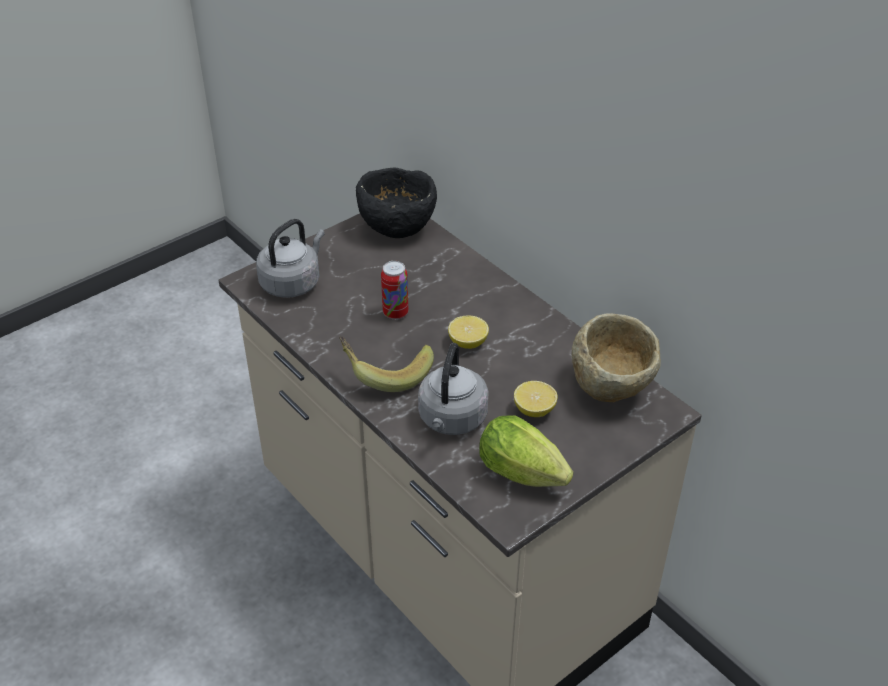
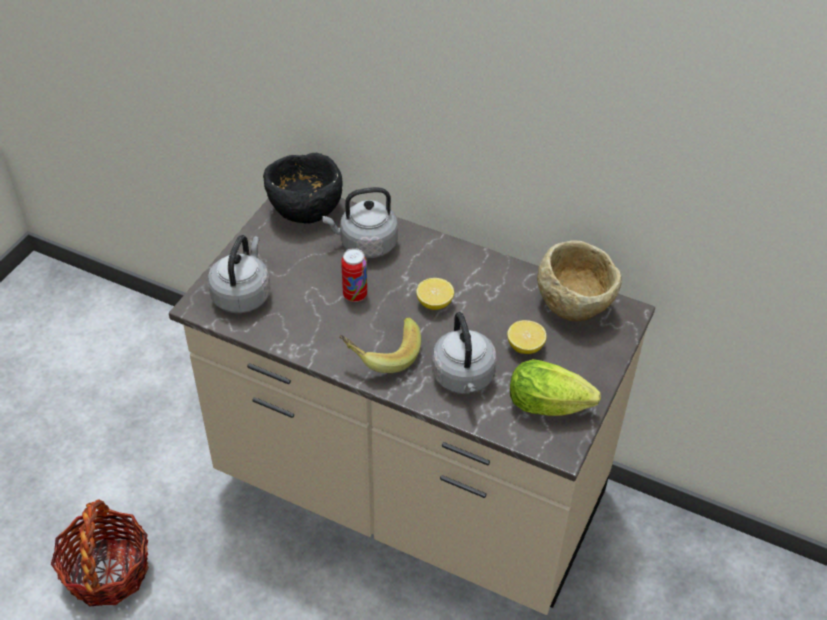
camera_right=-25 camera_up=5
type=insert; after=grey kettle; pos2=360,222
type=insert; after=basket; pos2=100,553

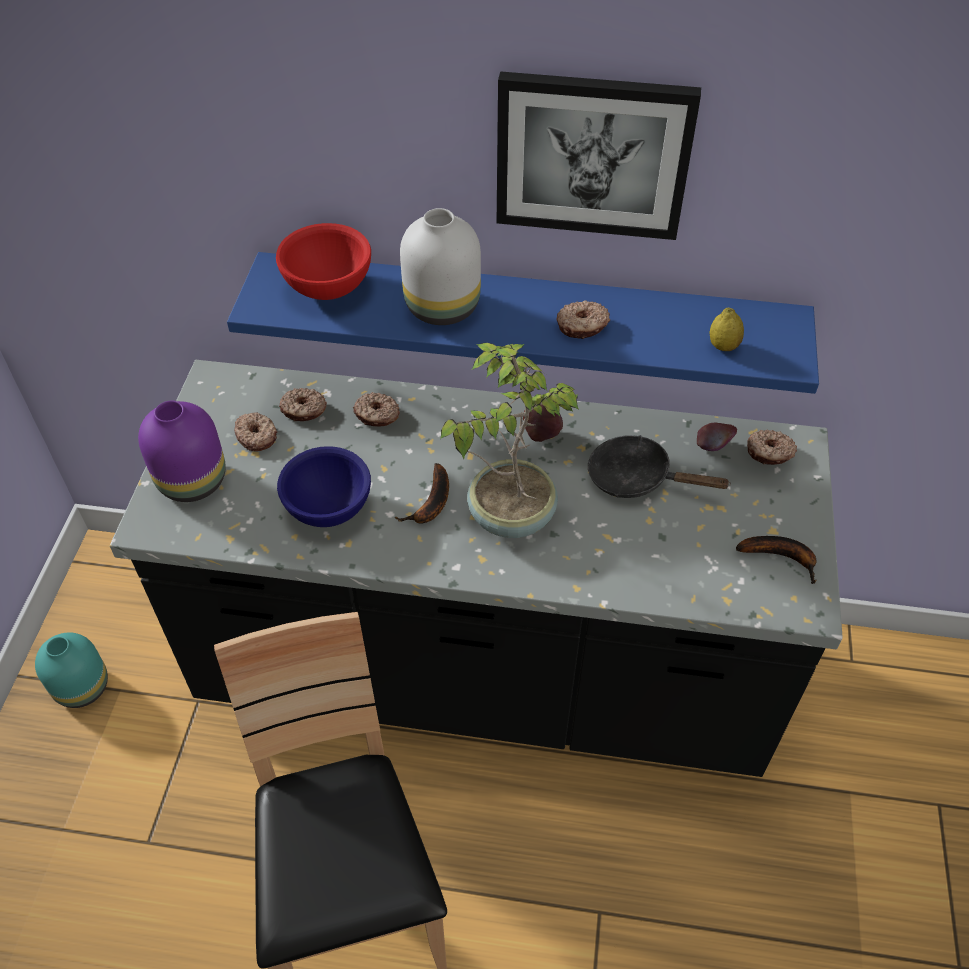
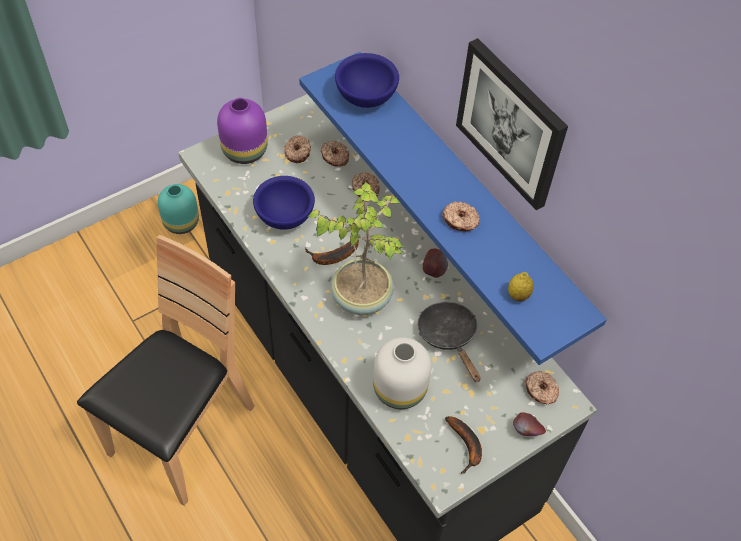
camera_right=45 camera_up=5
type=move; before=white vase; pos1=440,266; pos2=402,373
type=recolor; before=red bowl; after=blue bowl; pos1=323,261; pos2=367,80
type=move; before=apple; pos1=717,437; pos2=529,424

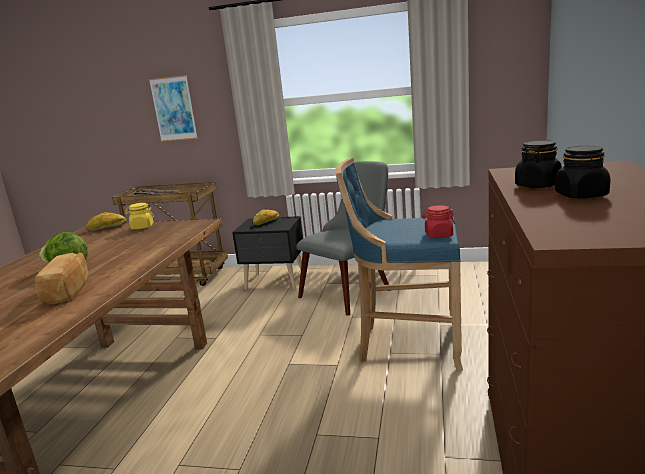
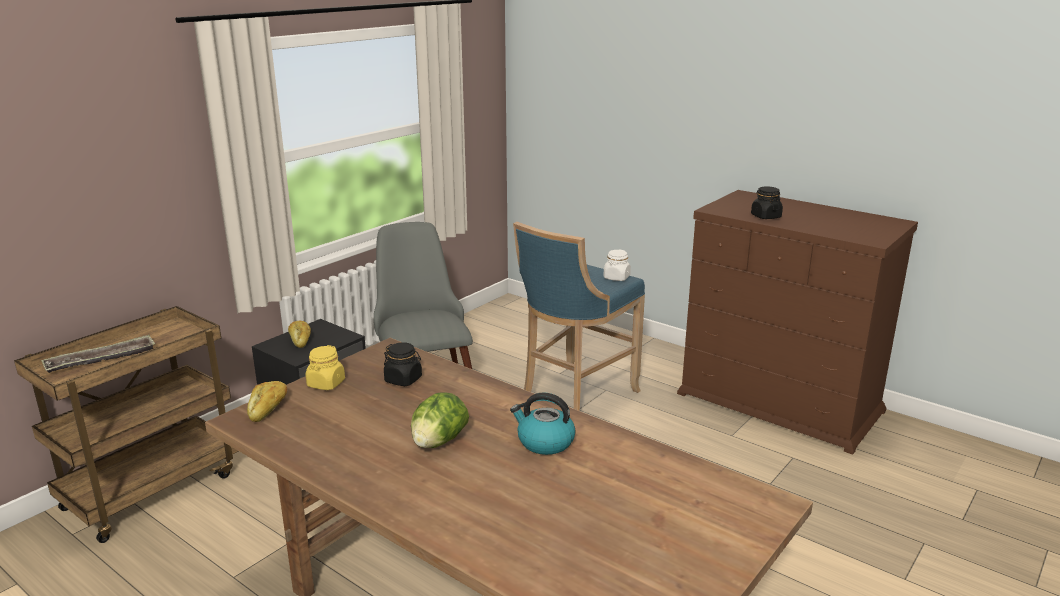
camera_right=-65 camera_up=5
type=delete; before=picture; pos1=173,108
type=move; before=black jar; pos1=582,172; pos2=403,364
type=recolor; before=red jar; after=white jar; pos1=438,221; pos2=617,265
type=replace; before=bread; after=kettle; pos1=61,279; pos2=542,423

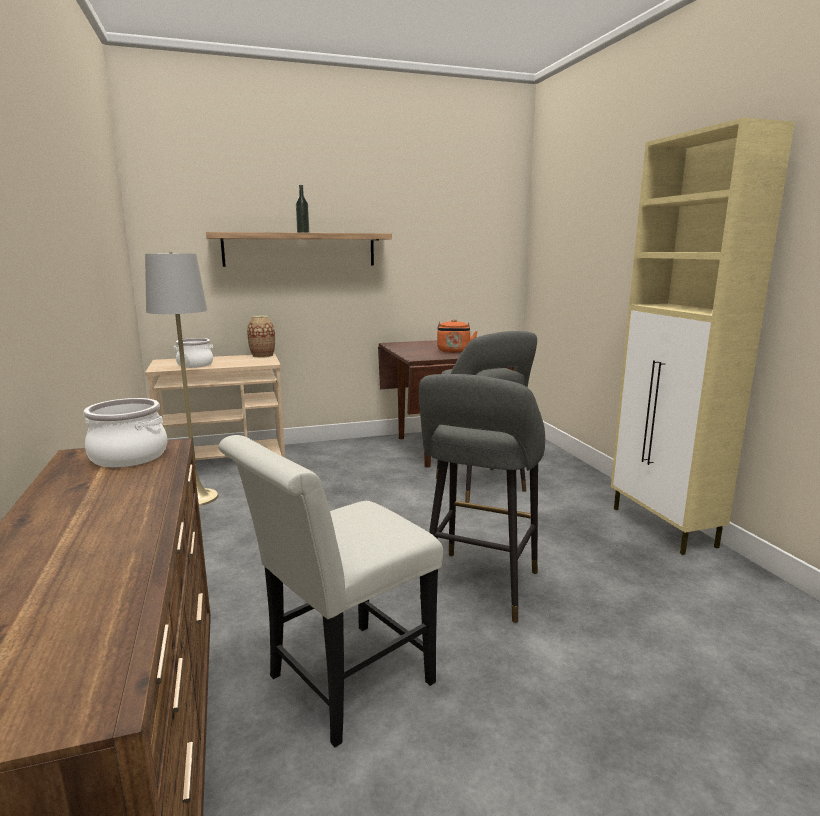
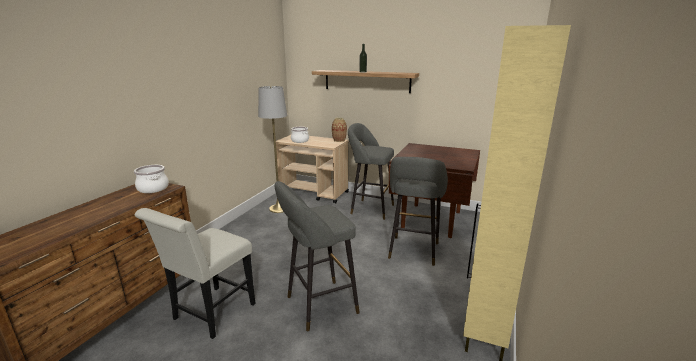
camera_right=40 camera_up=5
type=delete; before=orange kettle; pos1=457,336
type=rotate; before=white chair; pos1=330,591; pos2=195,273; turn=-60
type=insert; after=grey stool; pos2=371,171

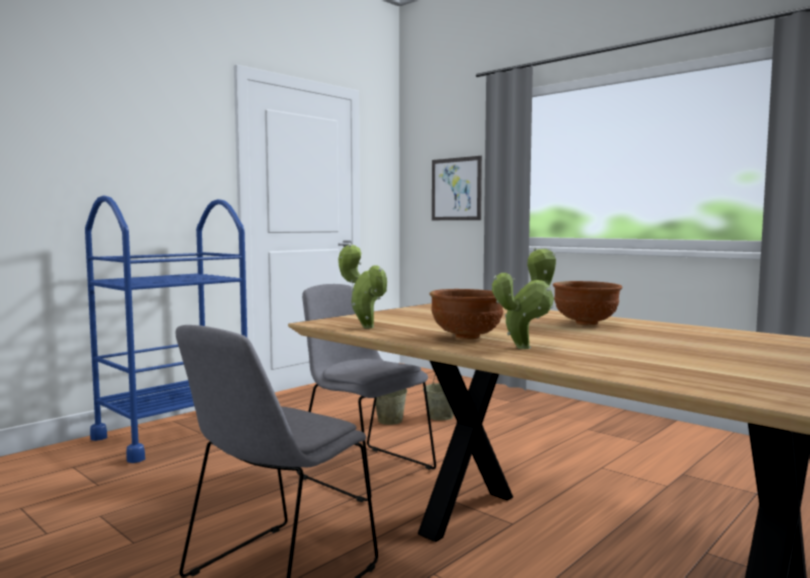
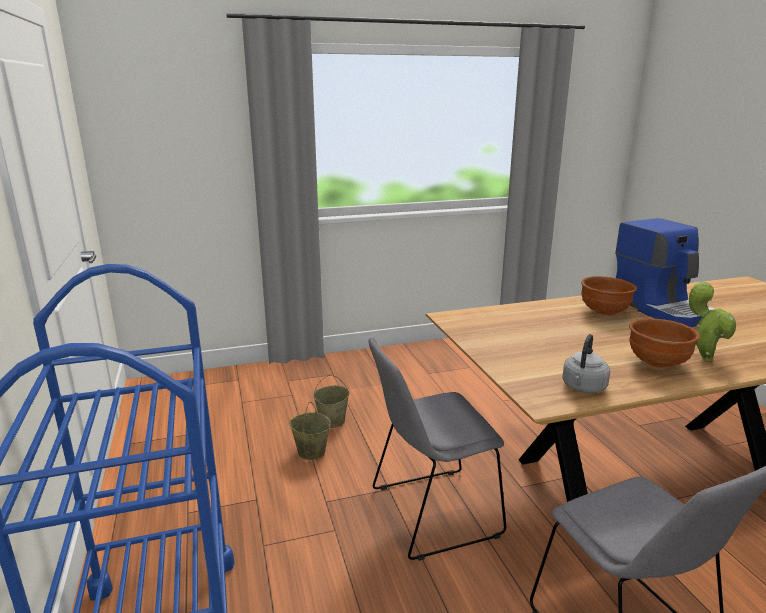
camera_right=-60 camera_up=15
type=delete; before=picture; pos1=457,188
type=replace; before=potted plant; after=grey kettle; pos1=362,286; pos2=586,363
type=insert; after=coffee machine; pos2=665,272

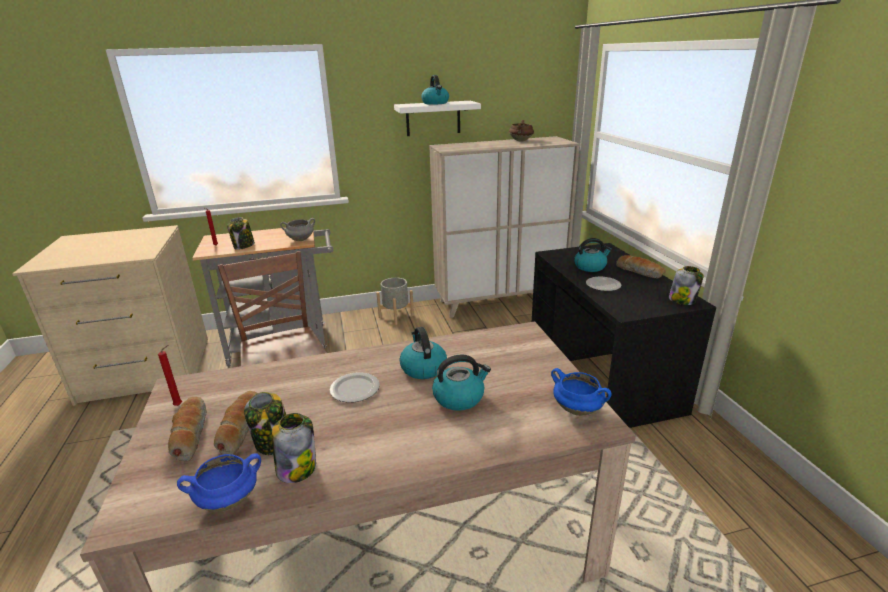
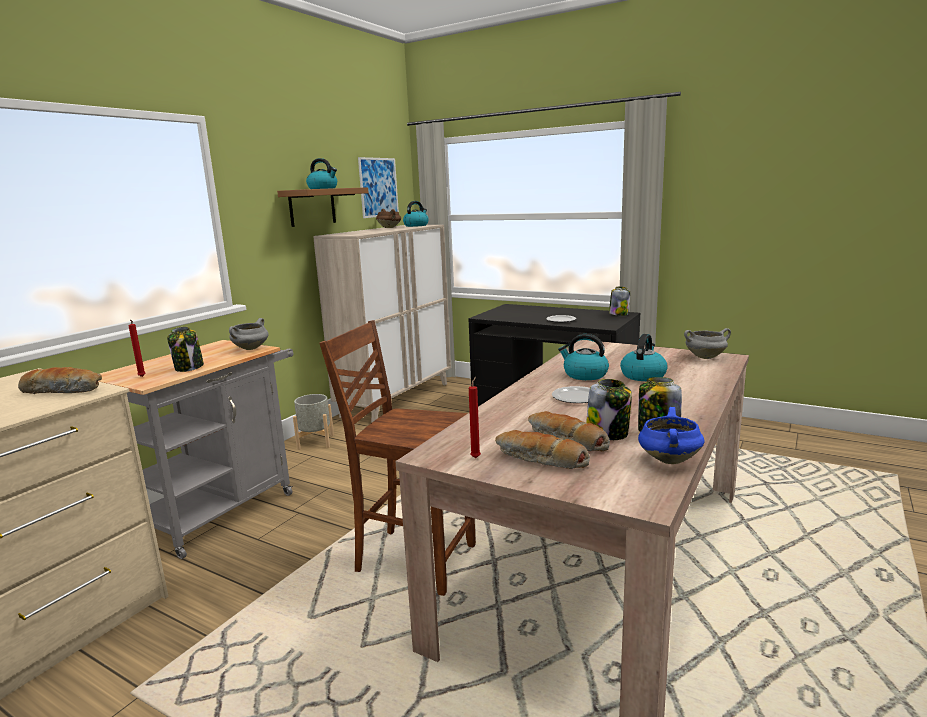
camera_right=-45 camera_up=-10
type=recolor; before=white shelf; after=brown shelf; pos1=437,118; pos2=323,207
type=move; before=kettle; pos1=593,255; pos2=416,214
type=move; before=bread; pos1=641,266; pos2=60,380
type=recolor; before=blue cooking pot; after=grey cooking pot; pos1=581,392; pos2=707,343
type=insert; after=picture; pos2=378,187

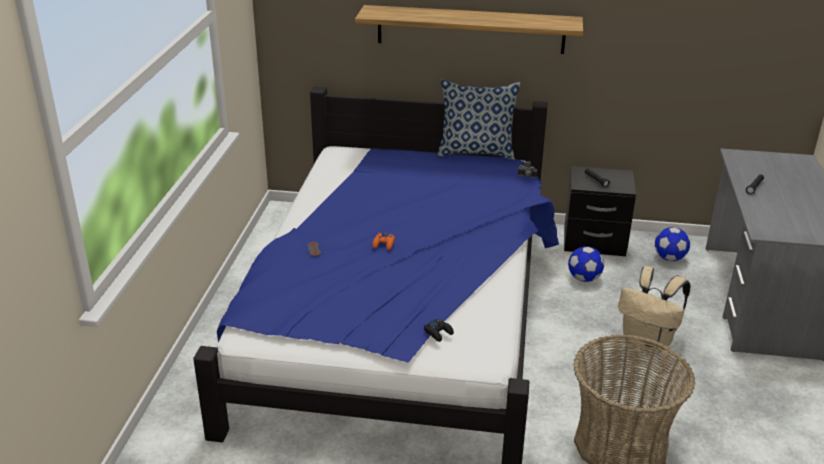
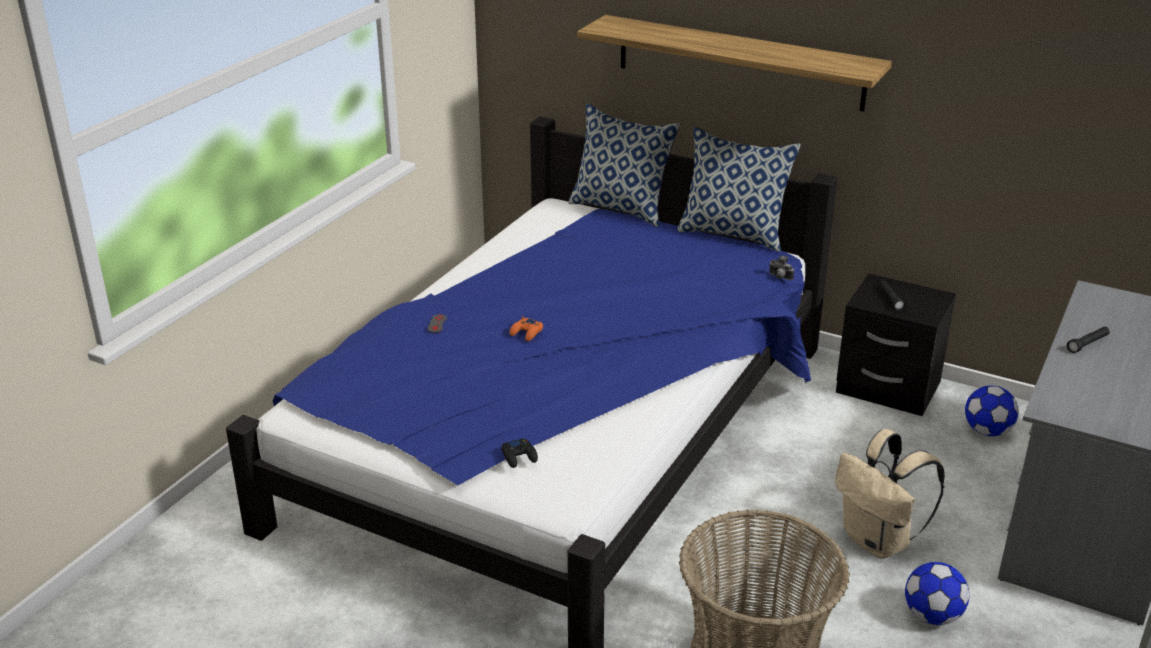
camera_right=20 camera_up=0
type=move; before=football; pos1=586,264; pos2=937,593
type=insert; after=pillow; pos2=624,165

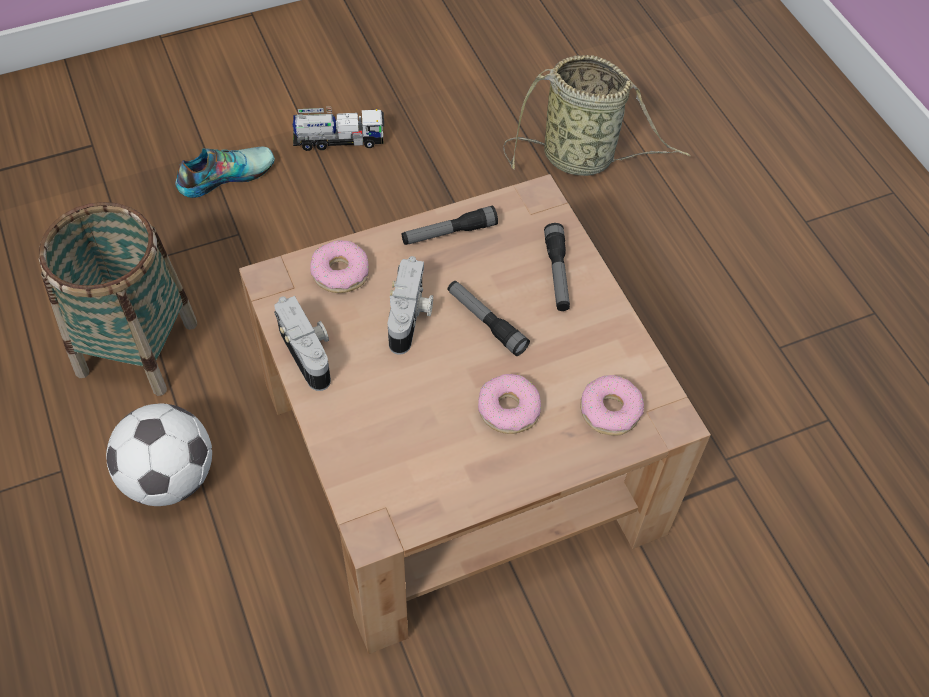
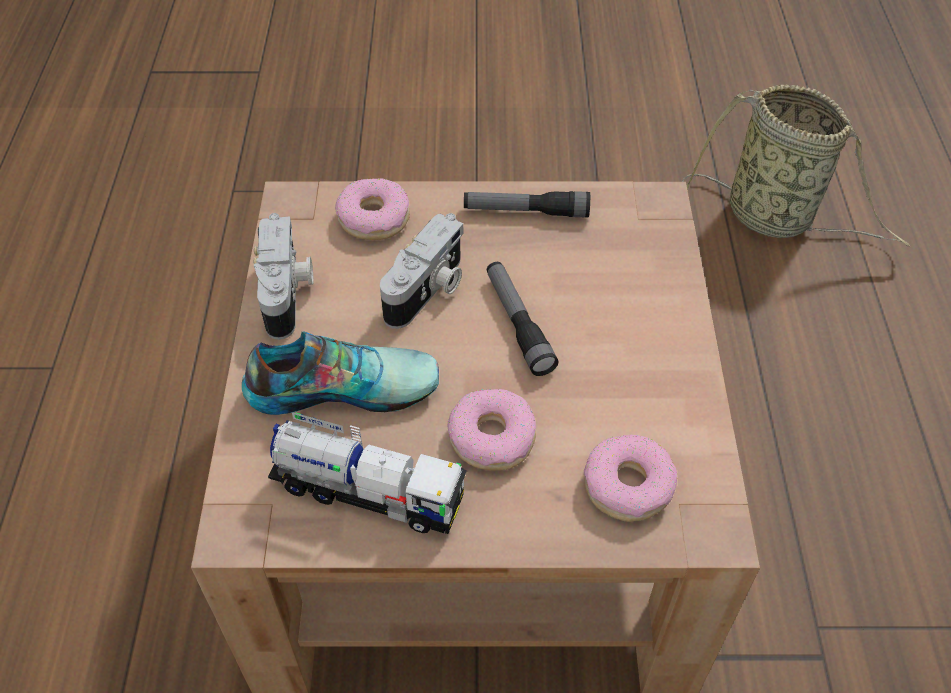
camera_right=25 camera_up=-5
type=move; before=toy truck; pos1=338,129; pos2=367,473
type=move; before=shoe; pos1=225,172; pos2=340,373
type=delete; before=basket; pos1=118,299
type=delete; before=flashlight; pos1=557,267
type=delete; before=football; pos1=159,455

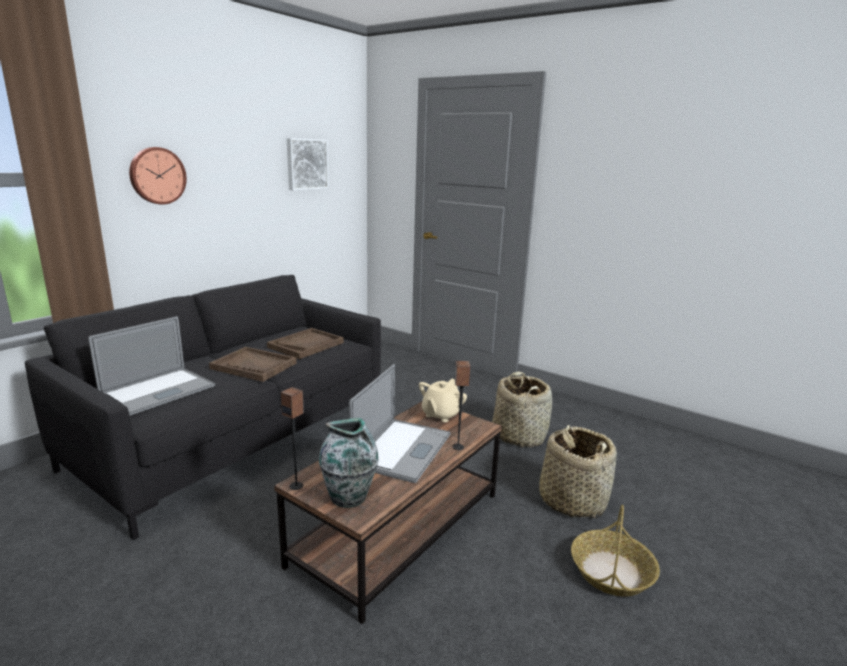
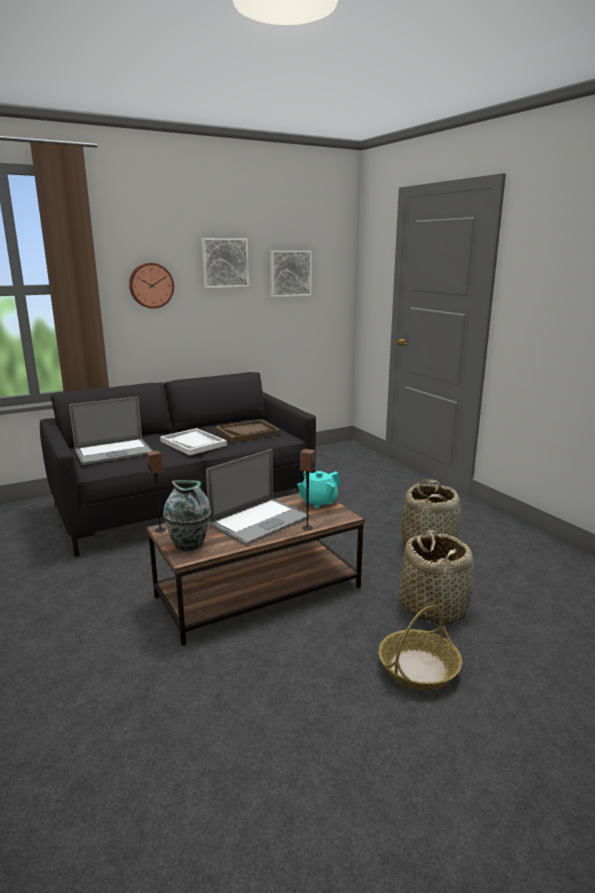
camera_right=25 camera_up=0
type=recolor; before=brown tray; after=white tray; pos1=253,364; pos2=193,441
type=recolor; before=beige teapot; after=turquoise teapot; pos1=443,400; pos2=319,489
type=insert; after=picture; pos2=225,263

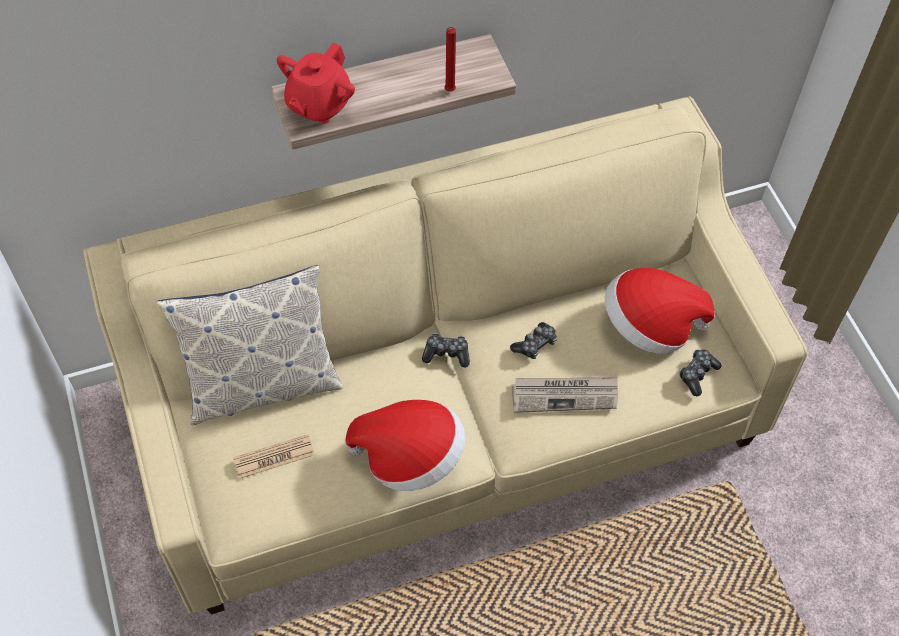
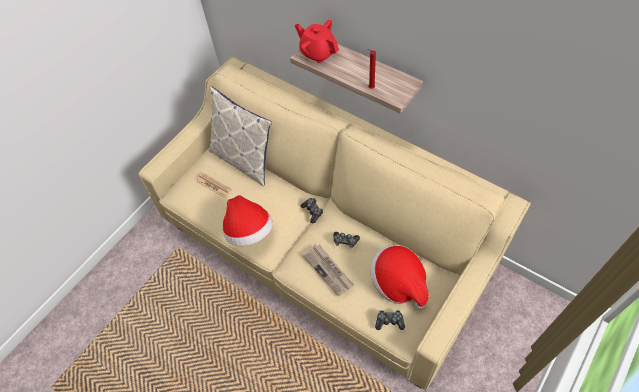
camera_right=60 camera_up=0
type=rotate; before=red teapot; pos1=316,83; pos2=317,41; turn=45

